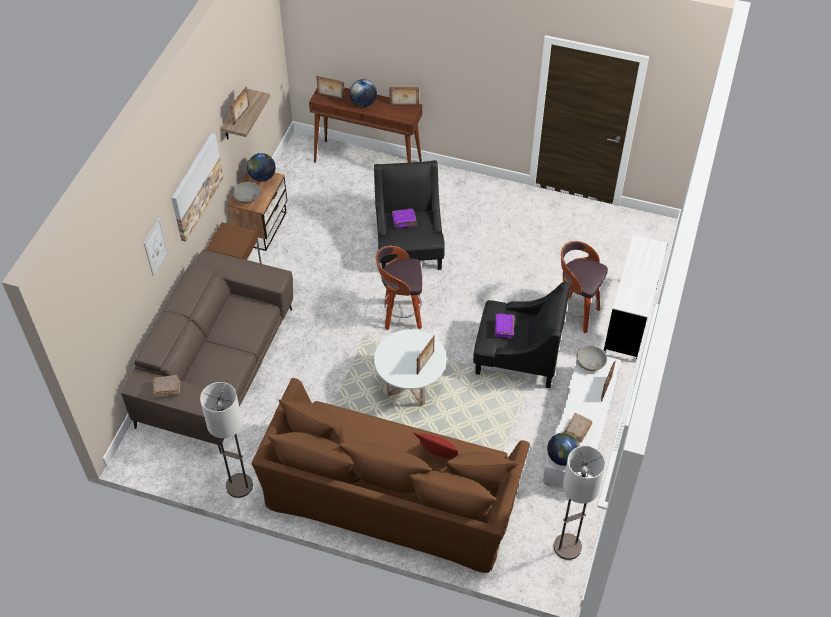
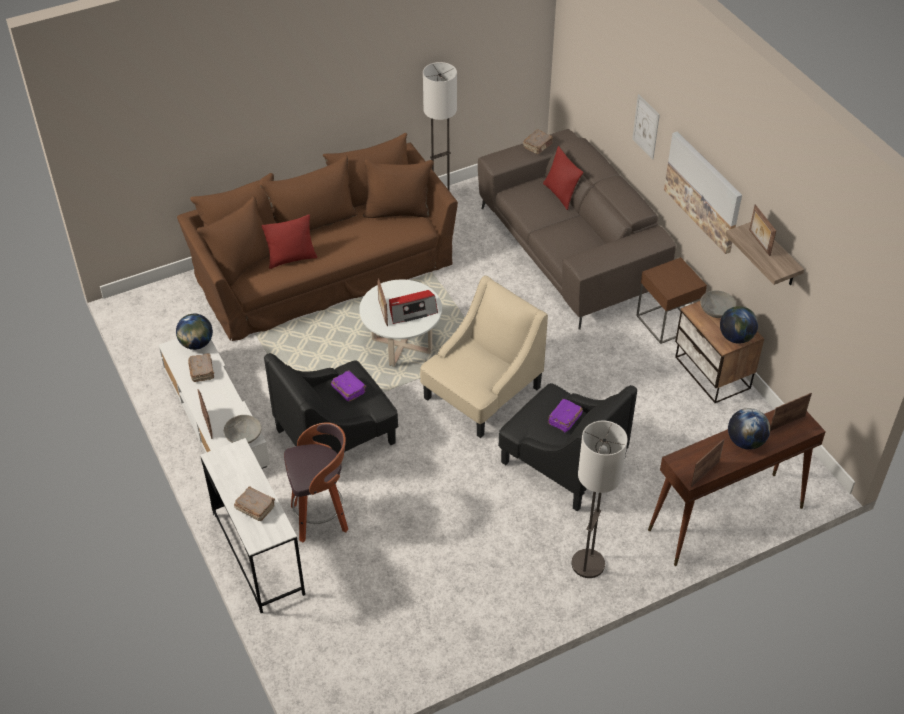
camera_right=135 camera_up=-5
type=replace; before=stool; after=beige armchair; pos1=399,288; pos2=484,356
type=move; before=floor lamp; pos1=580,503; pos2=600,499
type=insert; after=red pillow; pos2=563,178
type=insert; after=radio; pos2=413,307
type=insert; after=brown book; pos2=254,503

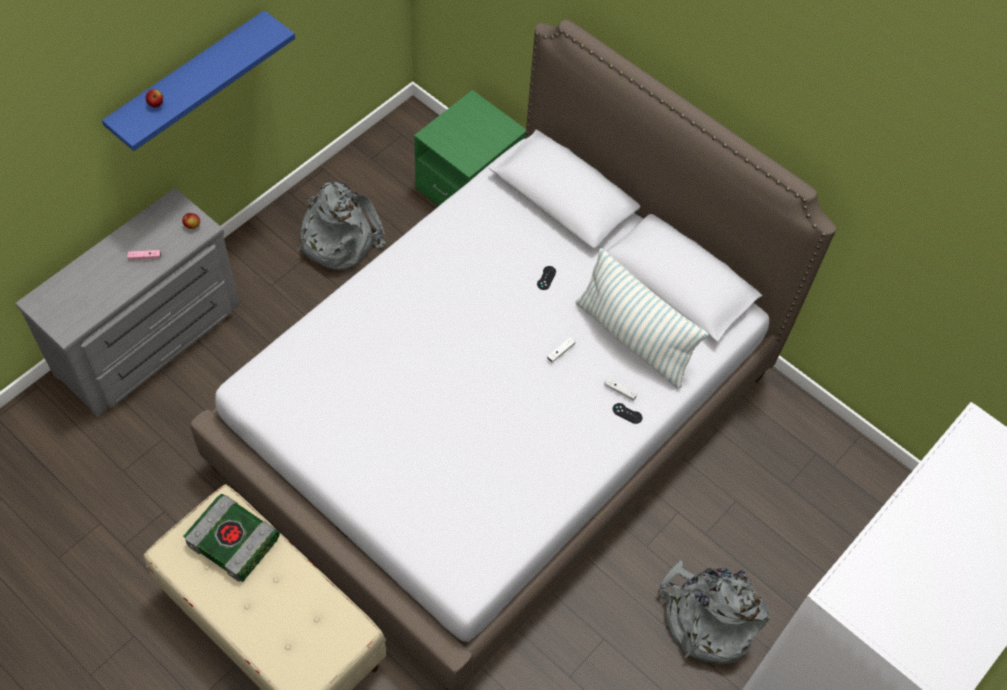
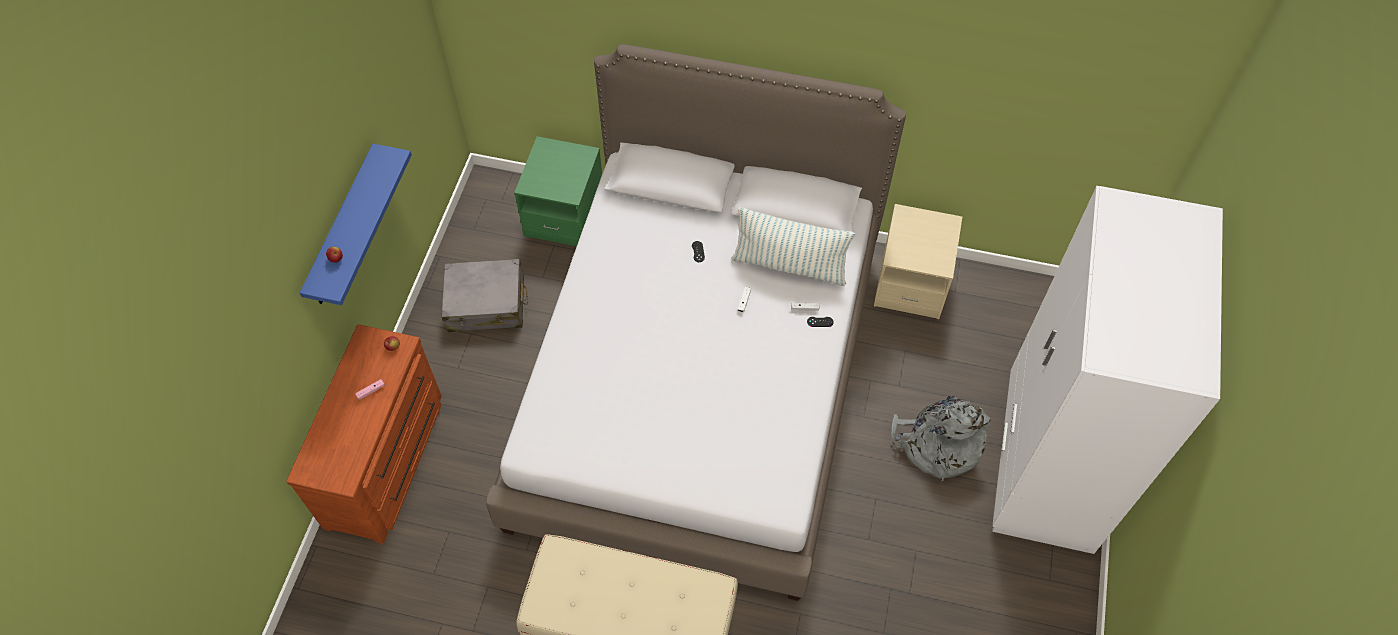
camera_right=-25 camera_up=0
type=replace; before=grey backpack; after=grey suitcase; pos1=341,226; pos2=485,295
type=recolor; before=grey dresser; after=brown dresser; pos1=127,302; pos2=364,434
type=delete; before=book; pos1=231,538
type=insert; after=beige nightstand; pos2=918,261

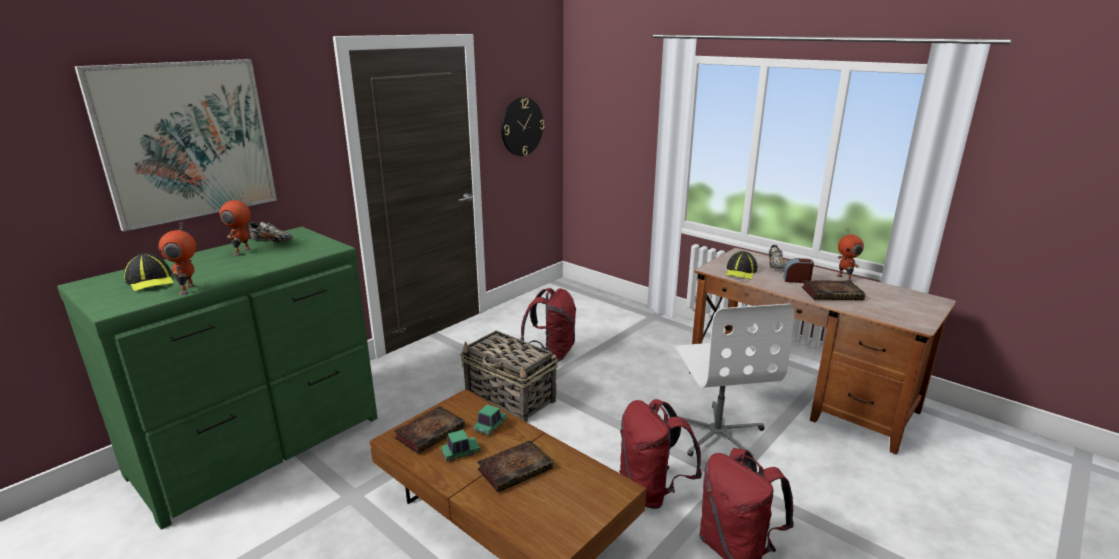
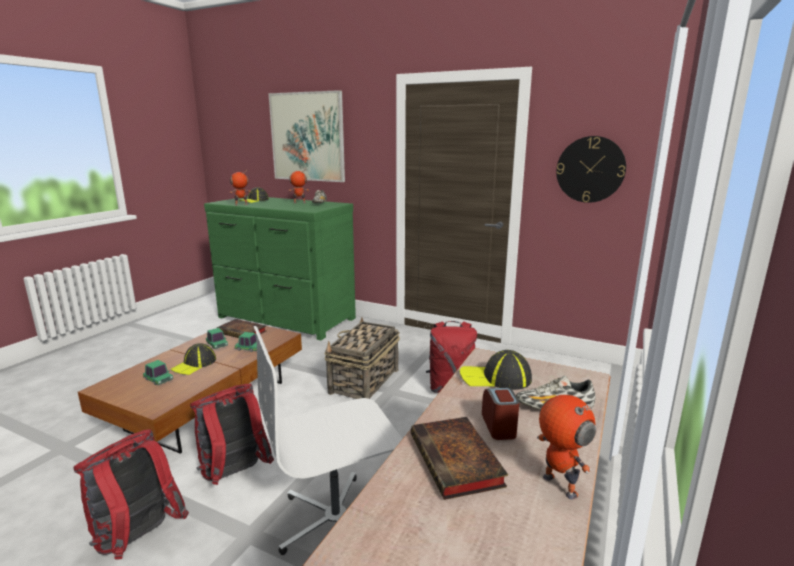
camera_right=75 camera_up=-5
type=rotate; before=toy robot; pos1=850,255; pos2=566,447; turn=90
type=replace; before=book; after=cap; pos1=515,466; pos2=193,359
type=insert; after=toy car; pos2=158,372

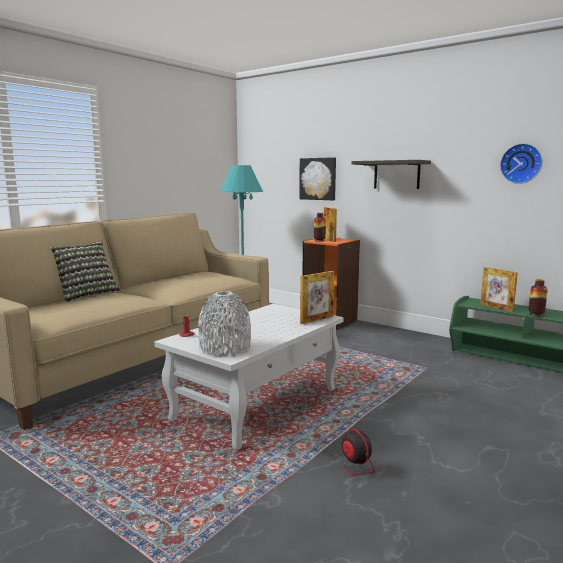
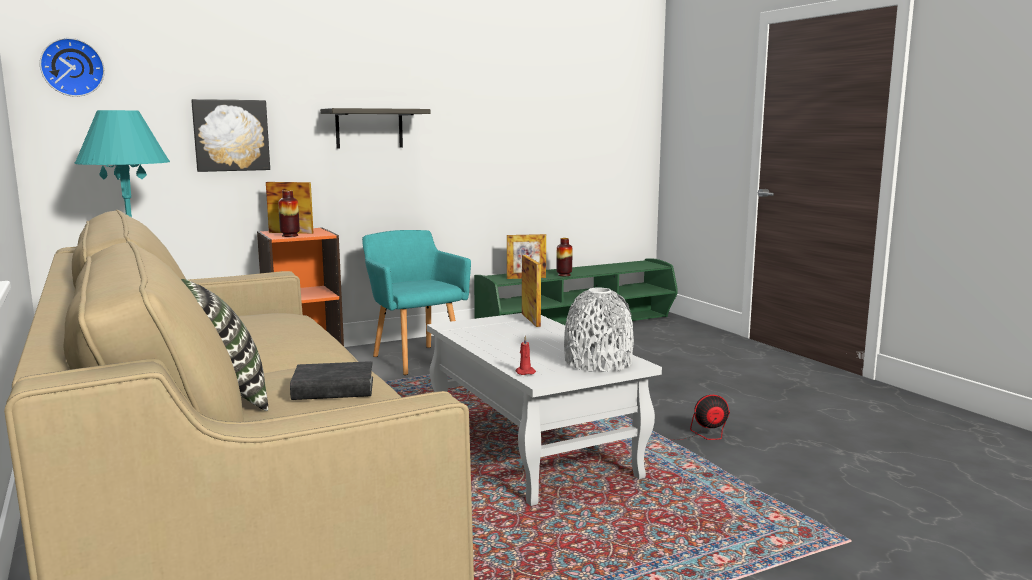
camera_right=-65 camera_up=0
type=move; before=wall clock; pos1=521,163; pos2=72,67
type=insert; after=turquoise armchair; pos2=416,302
type=insert; after=black book; pos2=331,380

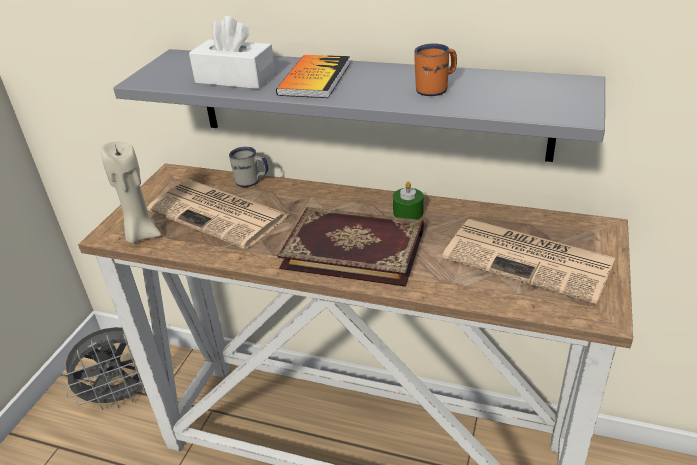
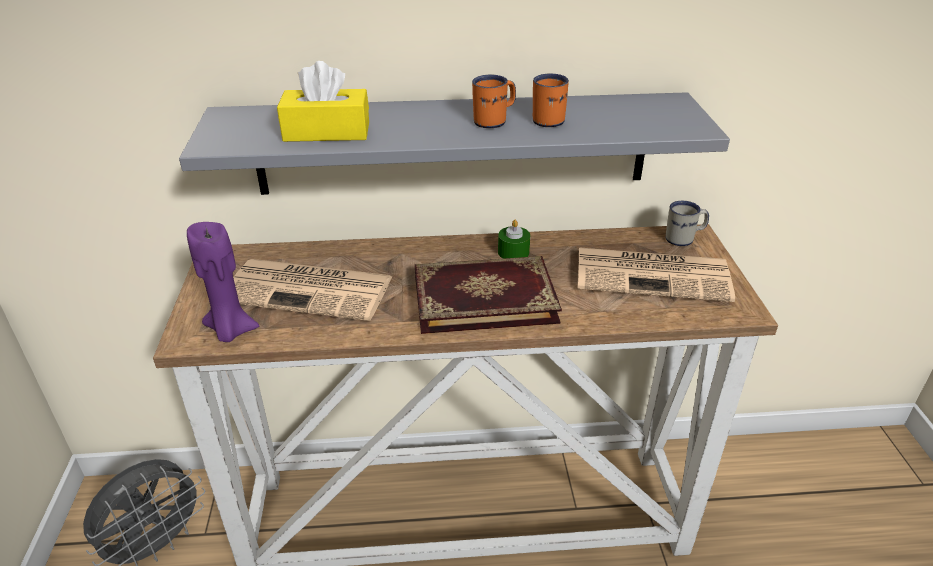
camera_right=-25 camera_up=0
type=recolor; before=white tissue box; after=yellow tissue box; pos1=232,52; pos2=323,101
type=delete; before=book; pos1=313,76
type=recolor; before=beige candle; after=purple candle; pos1=131,192; pos2=223,282
type=move; before=white mug; pos1=248,167; pos2=687,223
type=insert; after=orange mug; pos2=494,101

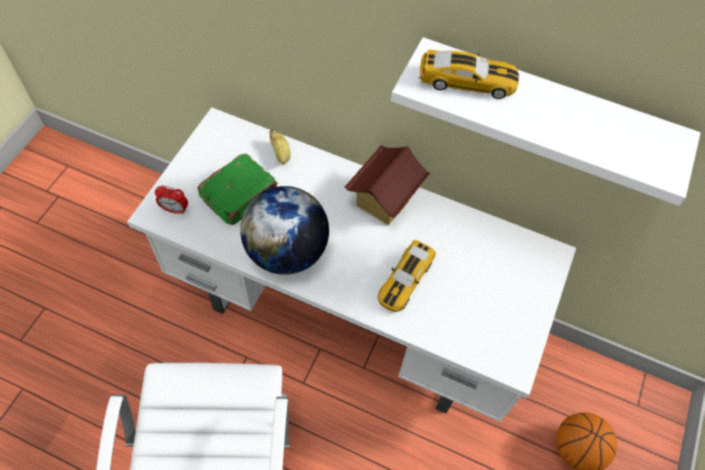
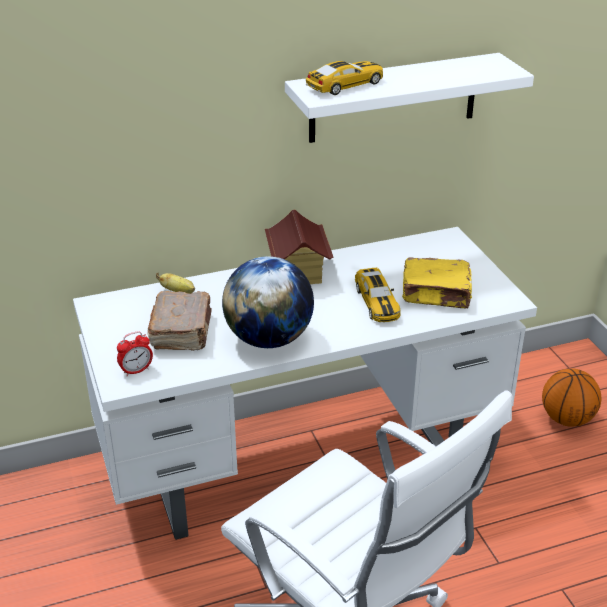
camera_right=-40 camera_up=-25
type=recolor; before=green book; after=brown book; pos1=237,189; pos2=179,321
type=insert; after=yellow book; pos2=437,283

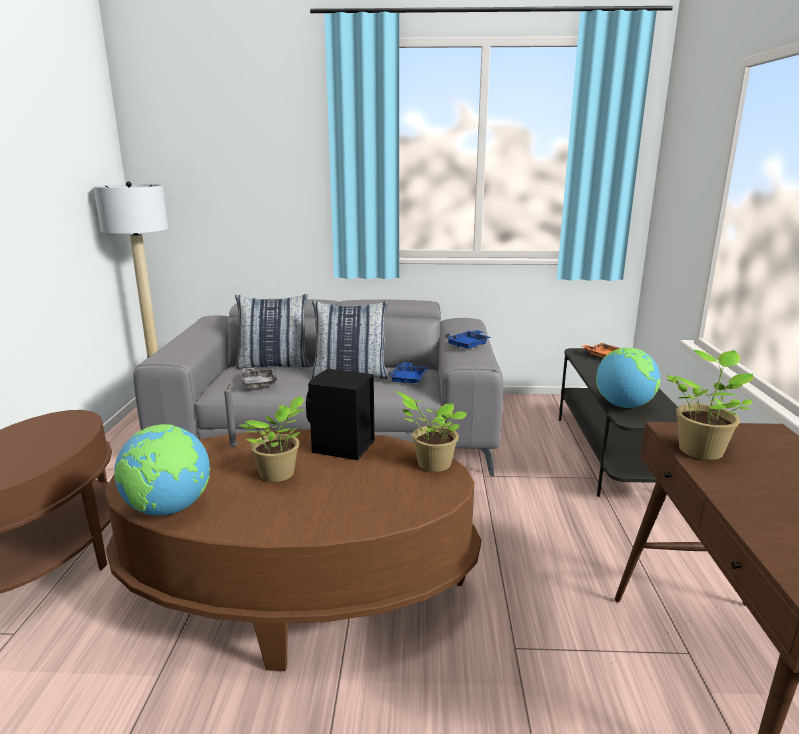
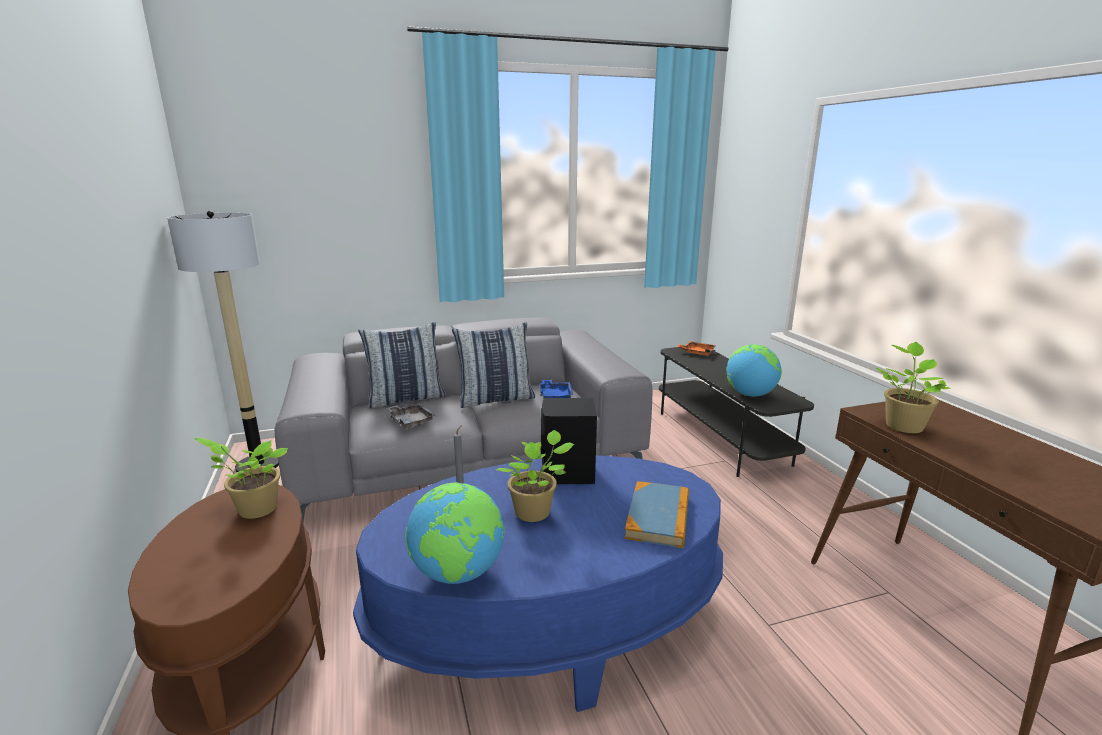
camera_right=-20 camera_up=0
type=delete; before=blue tray; pos1=468,339
type=move; before=potted plant; pos1=431,431; pos2=241,478
type=recolor; before=brown coffee table; after=blue coffee table; pos1=293,550; pos2=538,583
type=insert; after=book; pos2=656,514

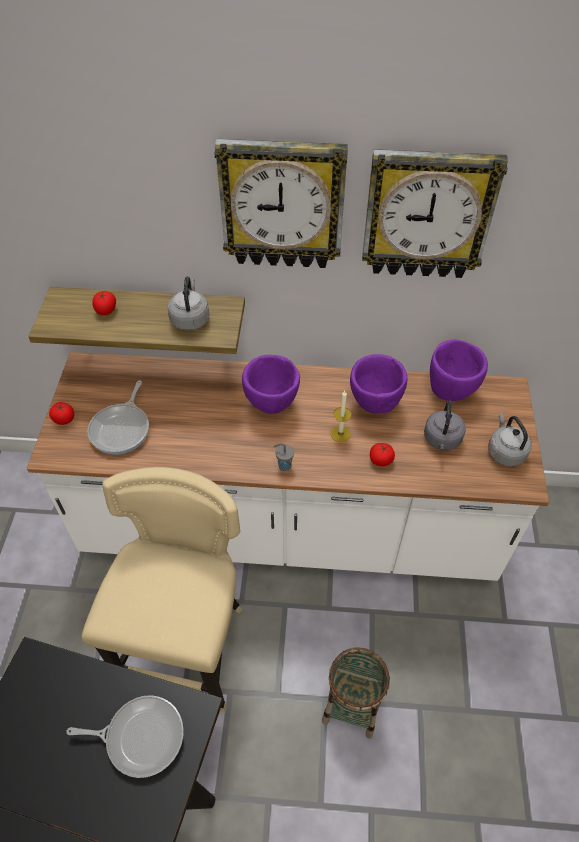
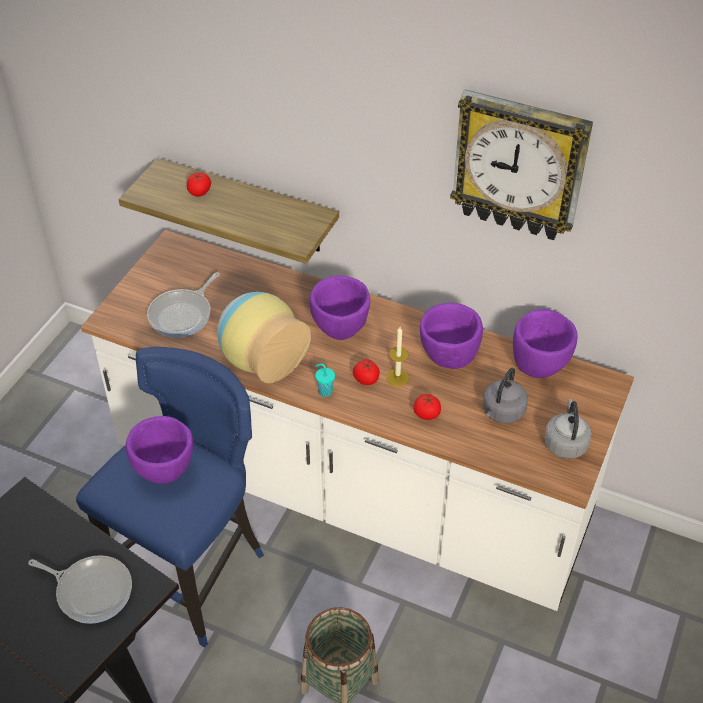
camera_right=20 camera_up=-5
type=delete; before=wall clock; pos1=281,203
type=delete; before=grey kettle; pos1=188,303
type=move; before=tomato; pos1=61,413; pos2=366,372
type=recolor; before=grey cup; after=turquoise cup; pos1=284,457; pos2=325,380
type=recolor; before=beige stool; after=blue stool; pos1=162,590; pos2=170,497
type=insert; after=vase; pos2=264,337
type=insert; after=purple bowl; pos2=159,450

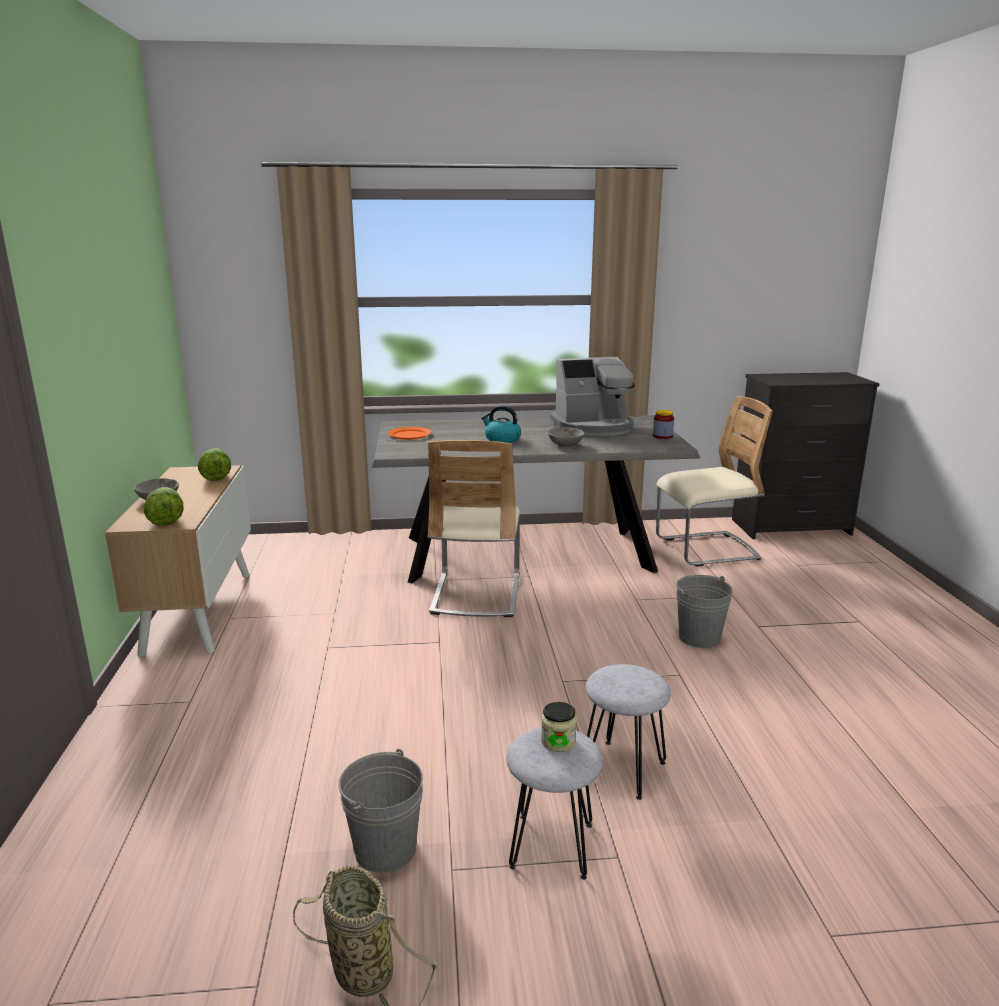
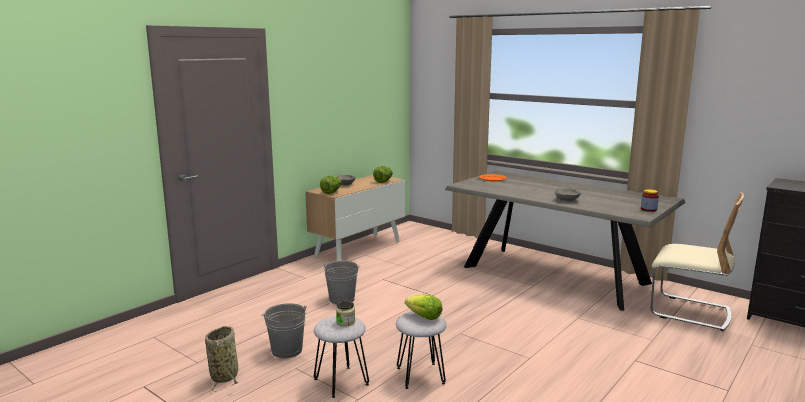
camera_right=45 camera_up=-5
type=delete; before=coffee machine; pos1=592,396
type=delete; before=kettle; pos1=501,424
type=delete; before=beige chair; pos1=474,528
type=move; before=grey bucket; pos1=704,611; pos2=341,282
type=insert; after=lettuce; pos2=423,307

